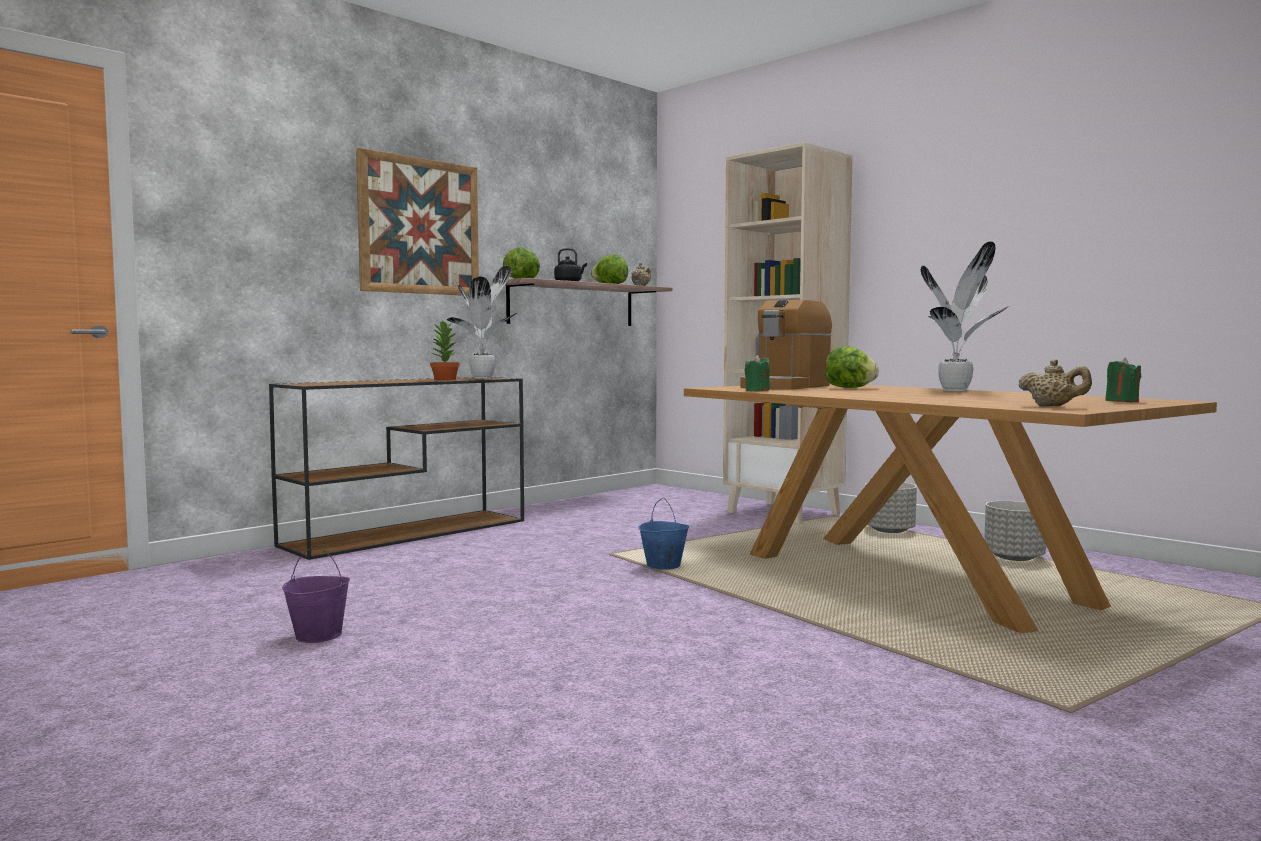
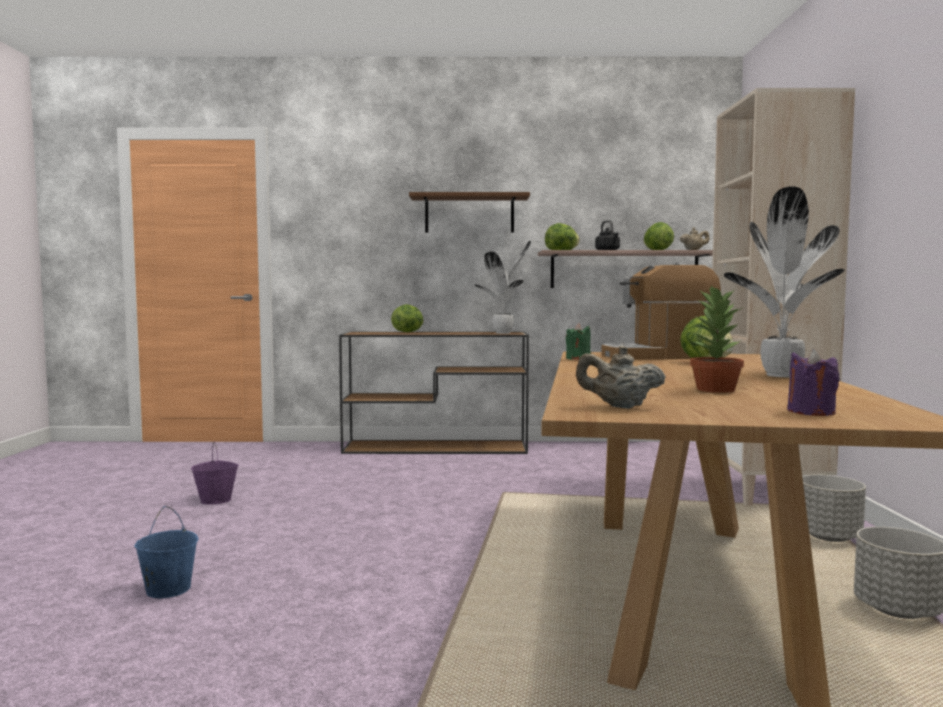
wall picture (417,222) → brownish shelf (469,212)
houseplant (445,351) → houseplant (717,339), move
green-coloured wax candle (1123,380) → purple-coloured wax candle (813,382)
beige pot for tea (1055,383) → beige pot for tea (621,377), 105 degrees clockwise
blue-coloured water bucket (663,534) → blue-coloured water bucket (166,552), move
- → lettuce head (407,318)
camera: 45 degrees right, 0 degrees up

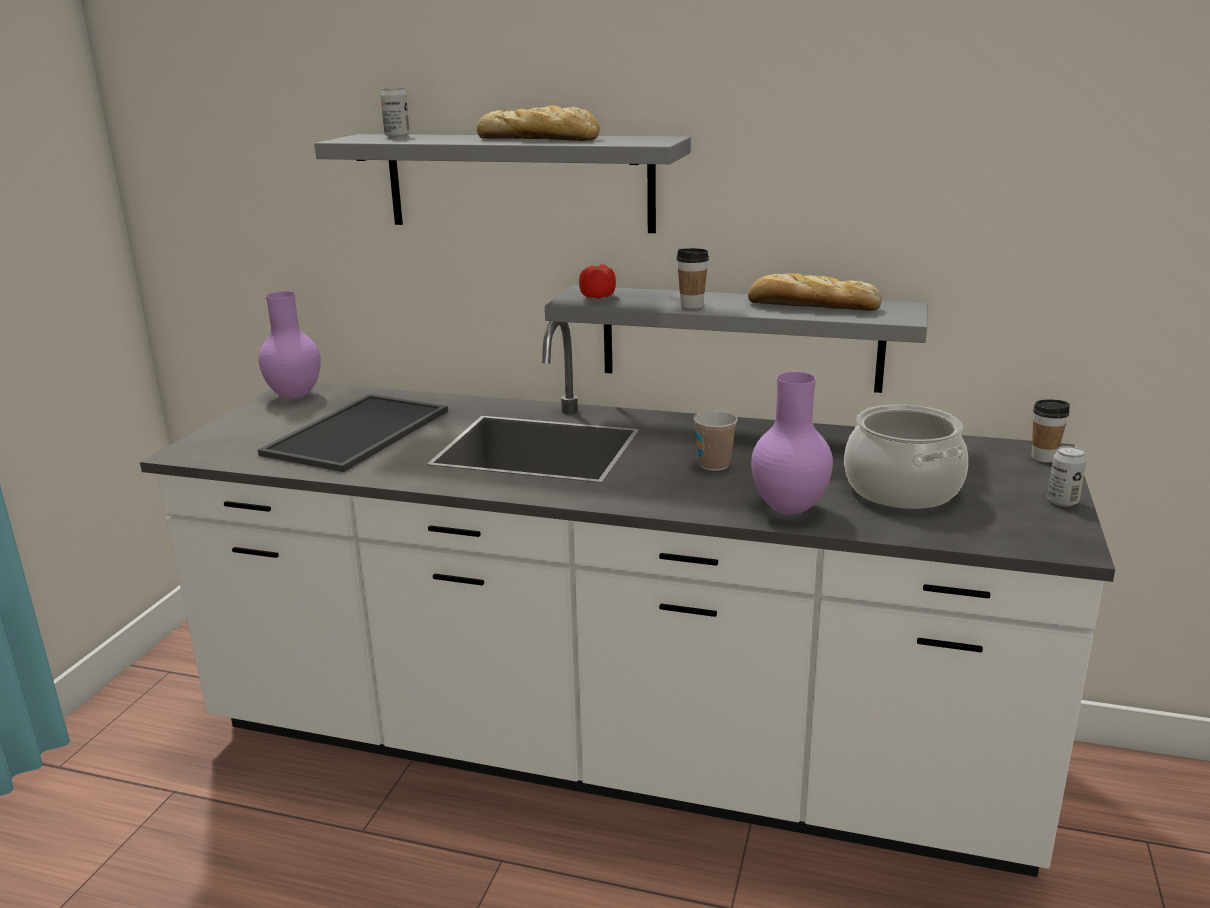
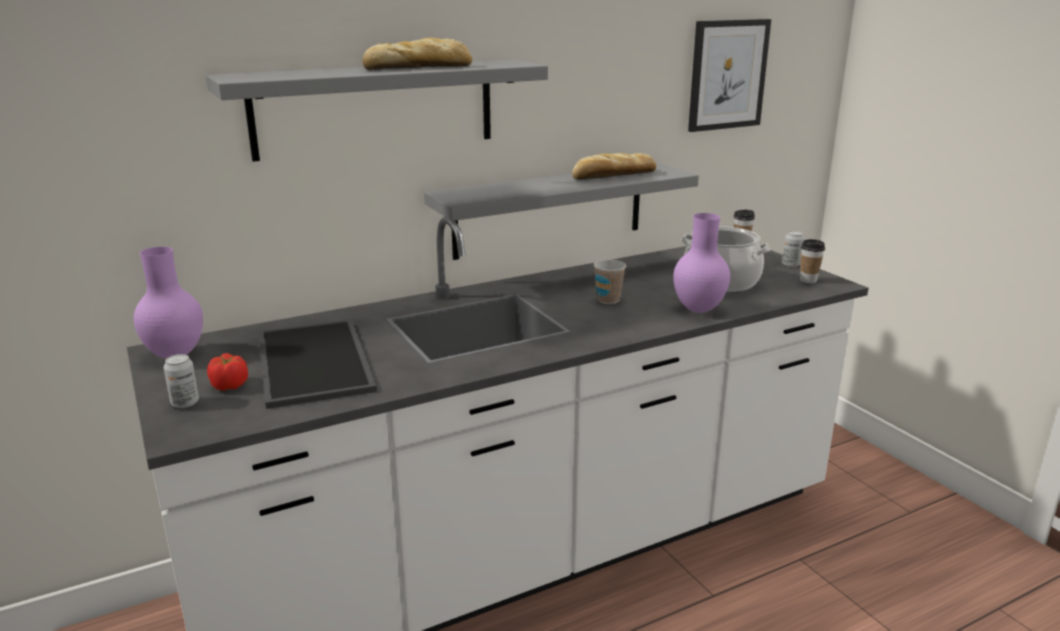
can (395,112) → can (181,381), move
cup (693,278) → cup (812,261), move
fresh tomato (597,281) → fresh tomato (227,372), move
- → wall picture (729,75)
camera: 45 degrees left, 0 degrees up

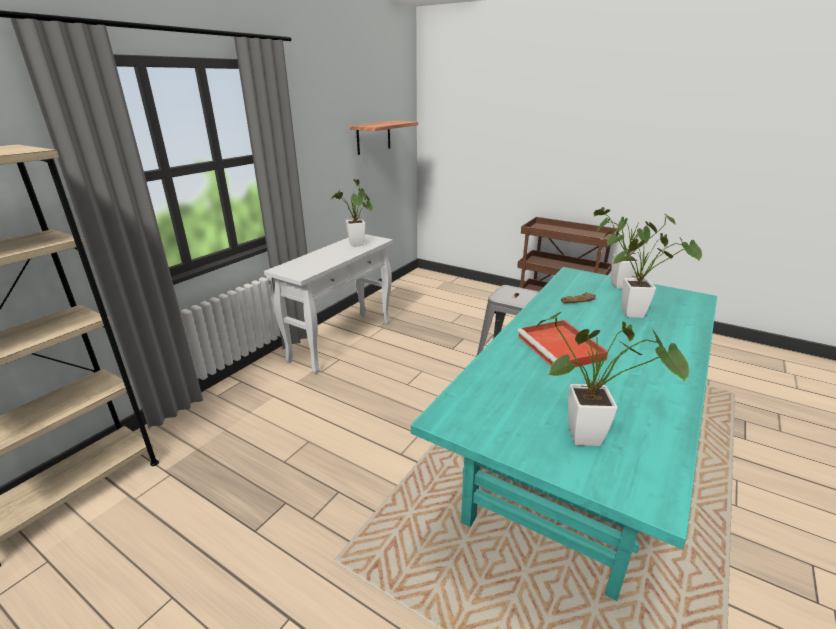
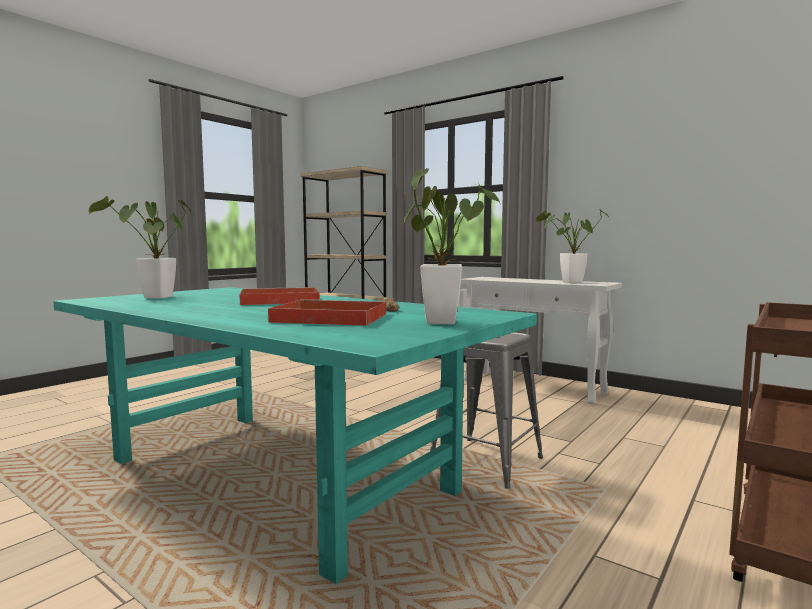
shelf (383,138) → -
houseplant (653,272) → red carrying tray (327,312)
camera: 95 degrees right, 20 degrees down

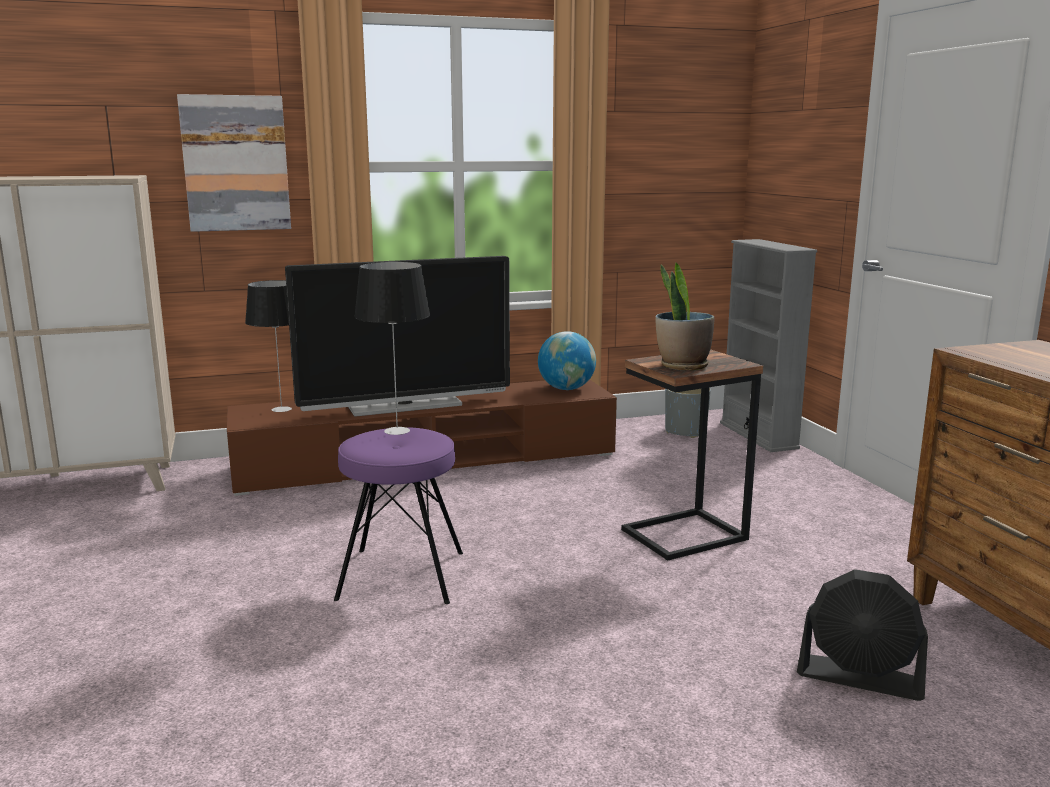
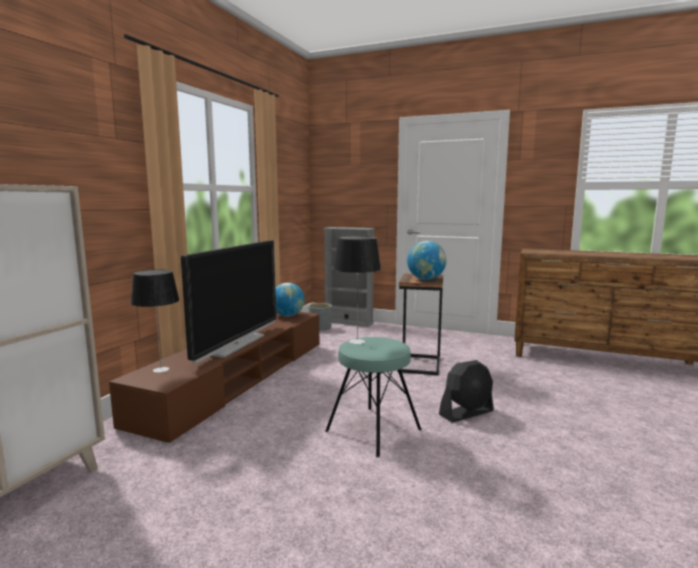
wall picture (234,163) → -
houseplant (685,316) → desk globe (427,260)
purple-coloured stool seat (398,515) → blue-green stool seat (373,397)
black fan (862,635) → black fan (466,391), move
camera: 50 degrees left, 5 degrees down

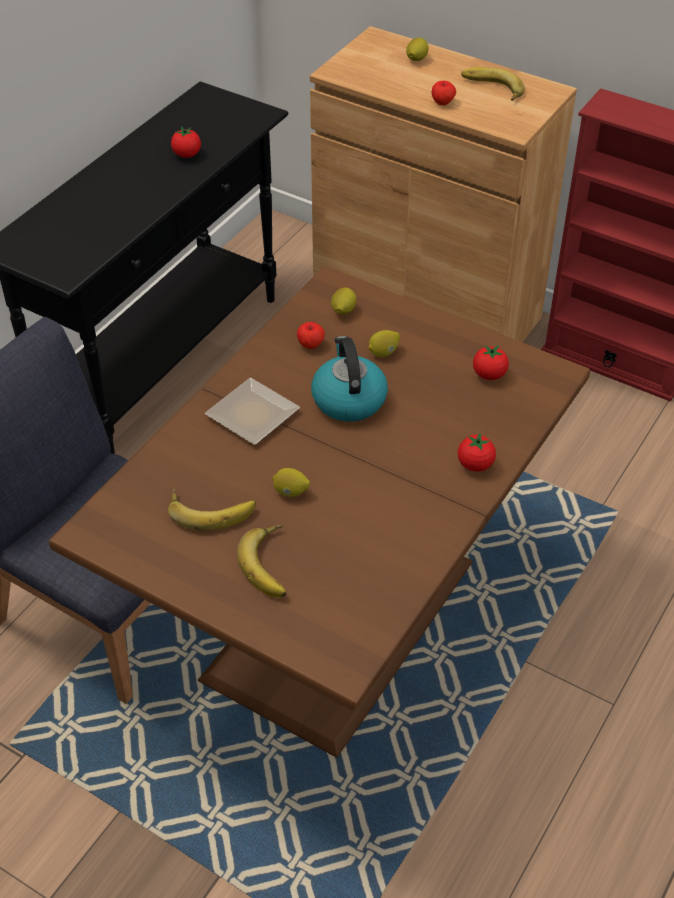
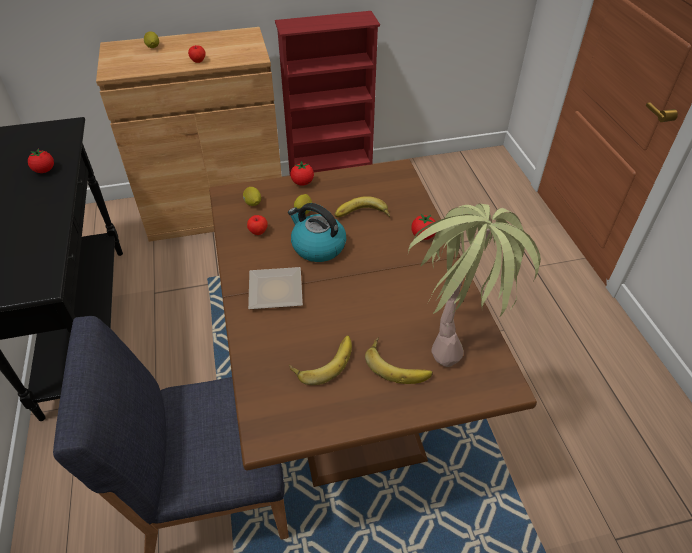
whole banana (493,84) → whole banana (362,206), move
fresh tomato (491,362) → fresh tomato (302,173), move
lemon (291,482) → -
- → houseplant (474,285)
camera: 45 degrees left, 0 degrees up

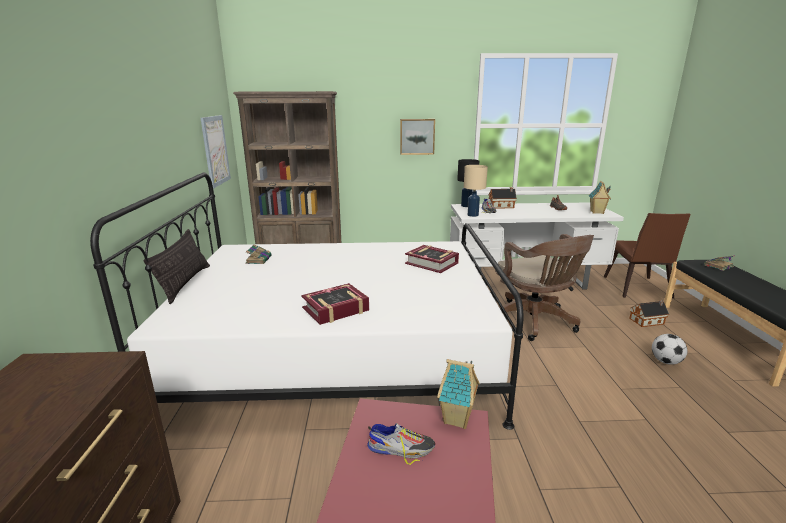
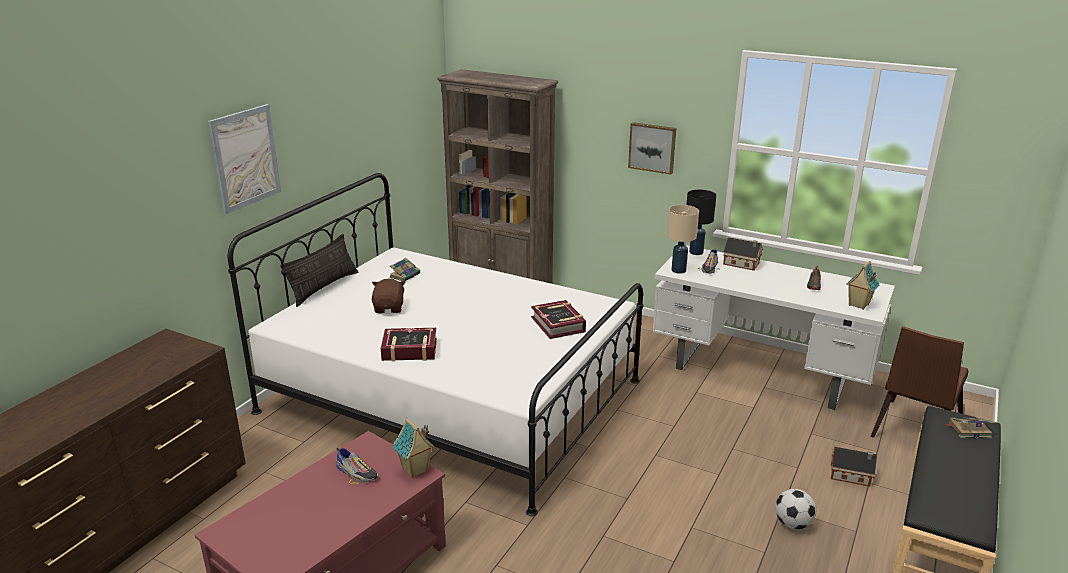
wall picture (216,152) → wall picture (244,159), move
brownish computer chair (544,287) → -
- → brownish plush toy (389,296)
camera: 30 degrees right, 5 degrees up

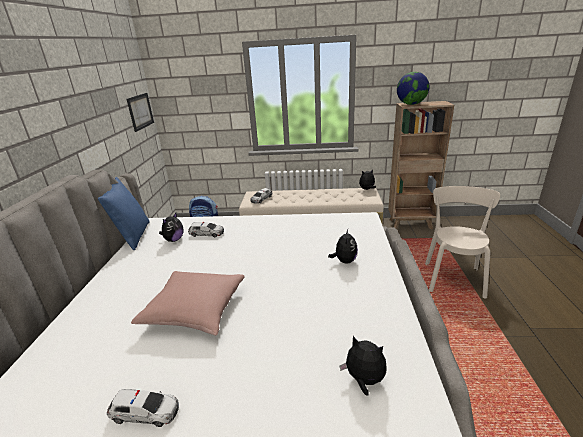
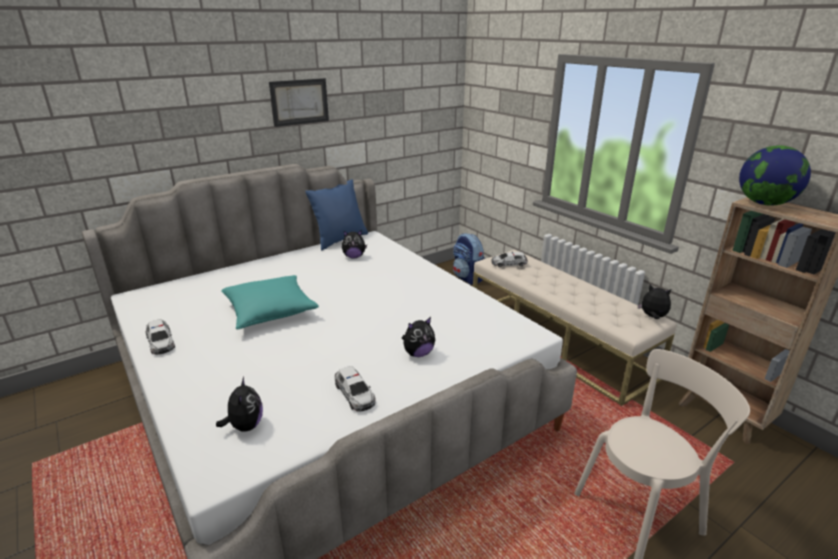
wall picture (140,112) → wall picture (299,102), move
toy car (206,229) → toy car (355,389), move
pink cushion (188,303) → blue-green cushion (270,302)
camera: 50 degrees right, 0 degrees up

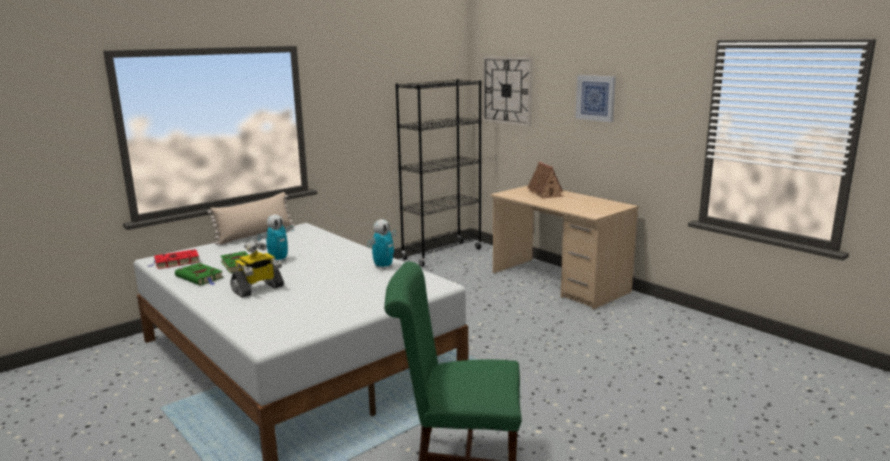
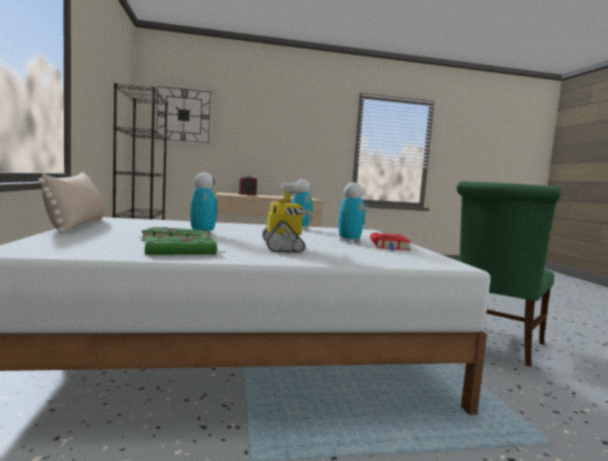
wall picture (595,98) → -
model house (545,180) → alarm clock (247,185)
red volume (174,259) → red volume (391,242), move
- → model robot (353,212)
camera: 60 degrees left, 10 degrees down

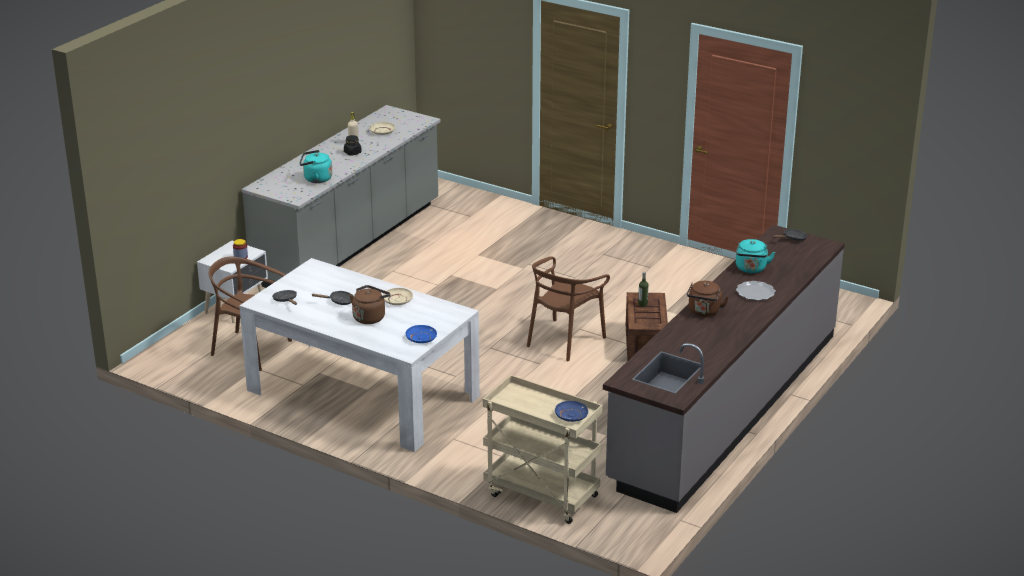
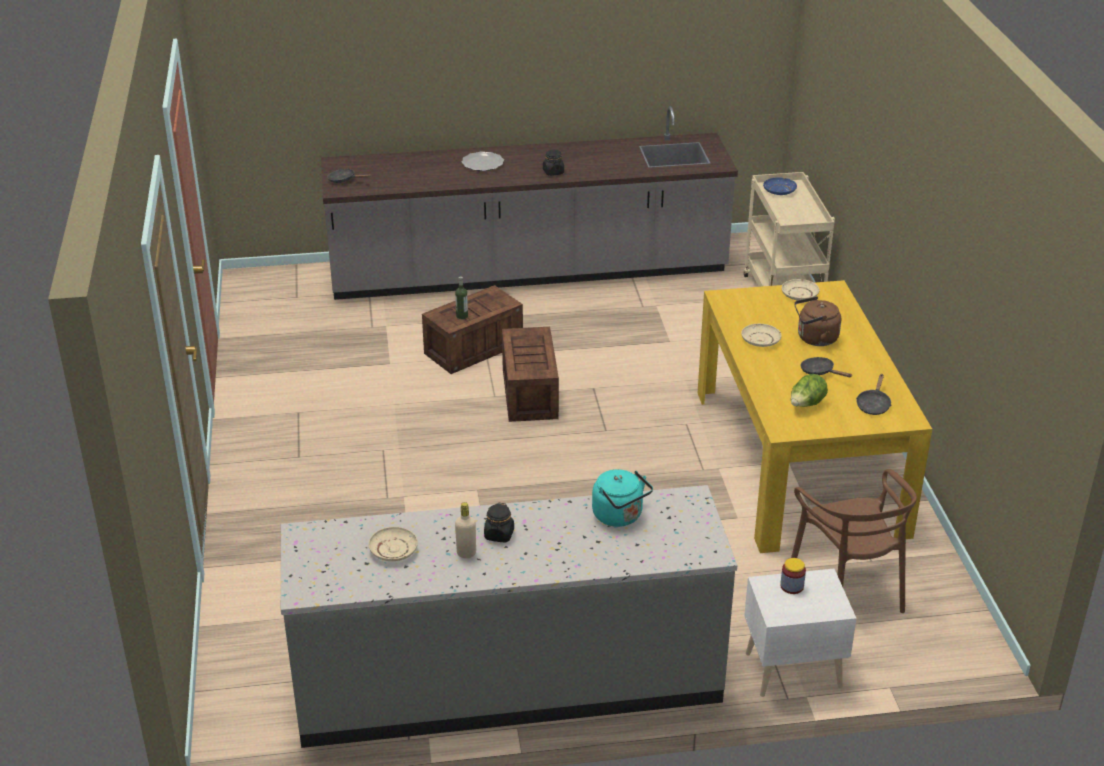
blue-green water kettle (755,256) → -
brownish plain chair (568,308) → crate (530,374)
white dining table (359,355) → yellow-coloured dining table (815,416)
brownish water kettle (708,298) → black preserve jar (553,163)
blue-coloured dinner plate (421,334) → beige dinner plate (800,289)
- → lettuce head (809,390)
camera: 130 degrees left, 5 degrees up

